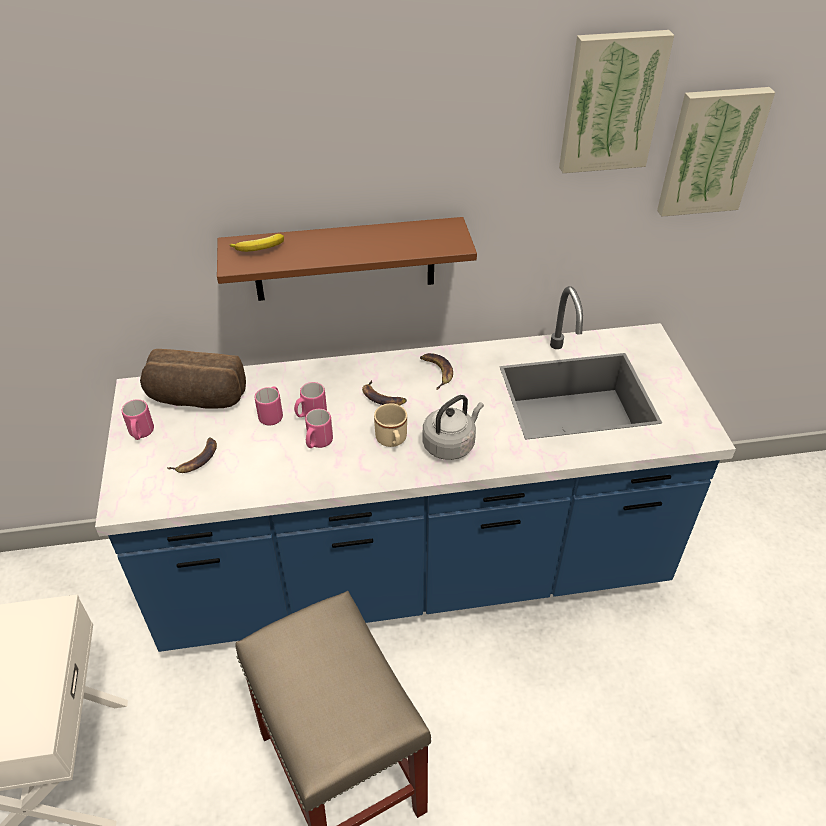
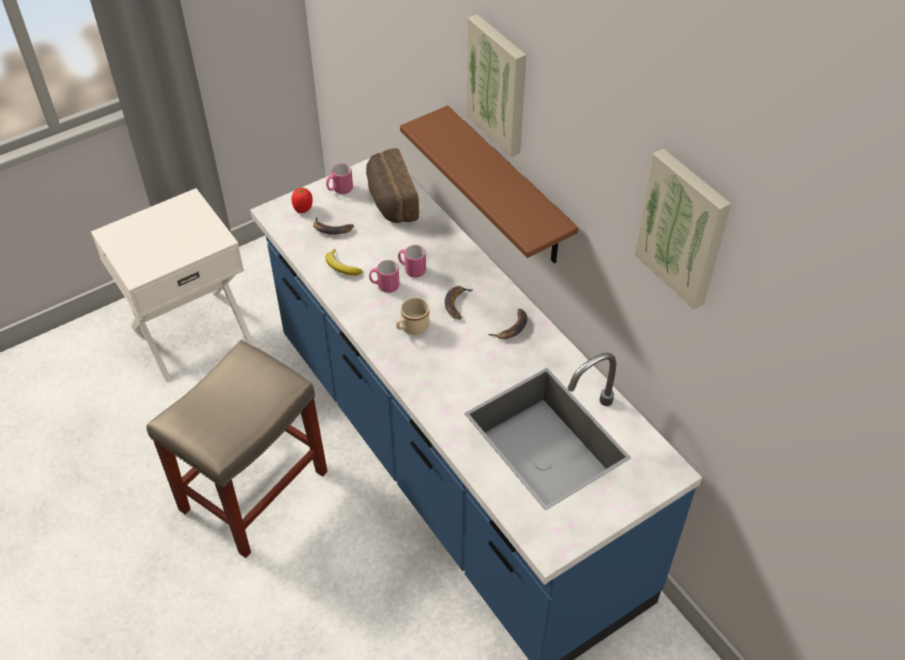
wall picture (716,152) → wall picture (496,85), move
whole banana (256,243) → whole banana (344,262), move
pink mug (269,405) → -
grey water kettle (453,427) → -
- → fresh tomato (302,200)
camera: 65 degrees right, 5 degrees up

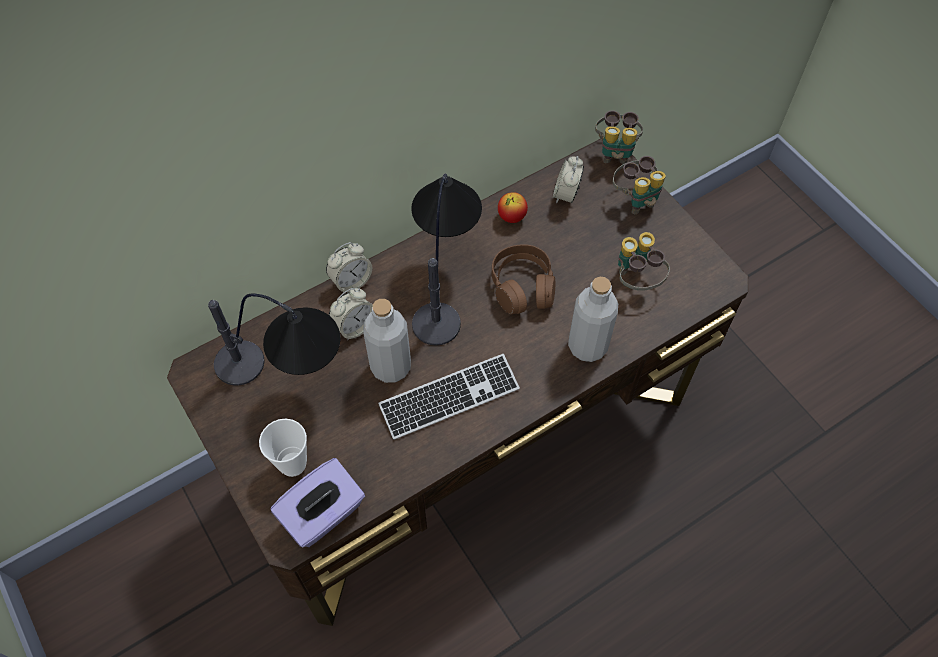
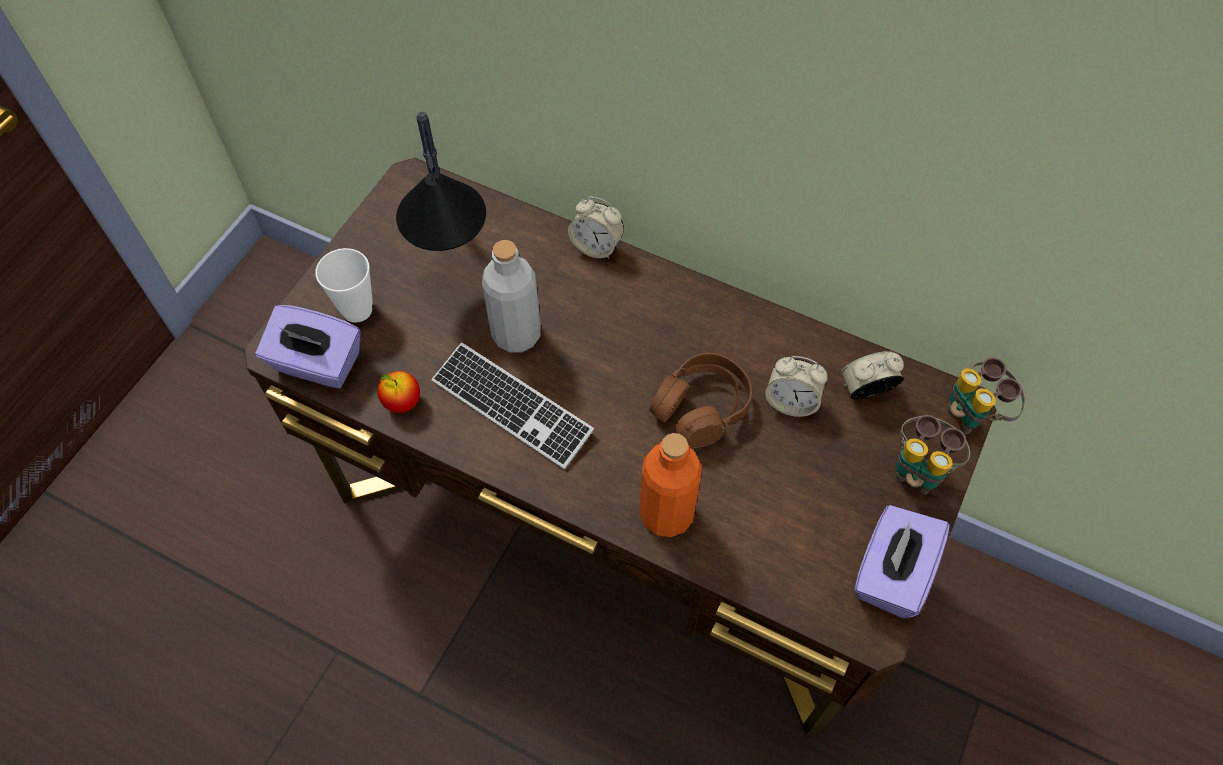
tabletop lamp (446,259) → -
apple (513,207) → apple (398,392), move
field glasses (644,261) → -
grey bottle (593,319) → orangey bottle (670,485)
alarm clock (351,314) → alarm clock (796,386), move
- → purple-coloured tissue box (901,561)
camera: 60 degrees right, 0 degrees up

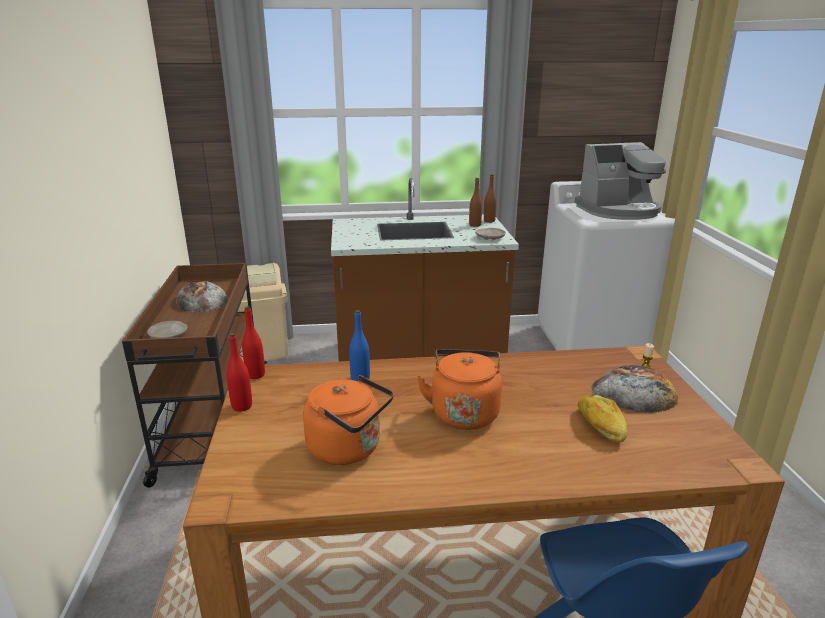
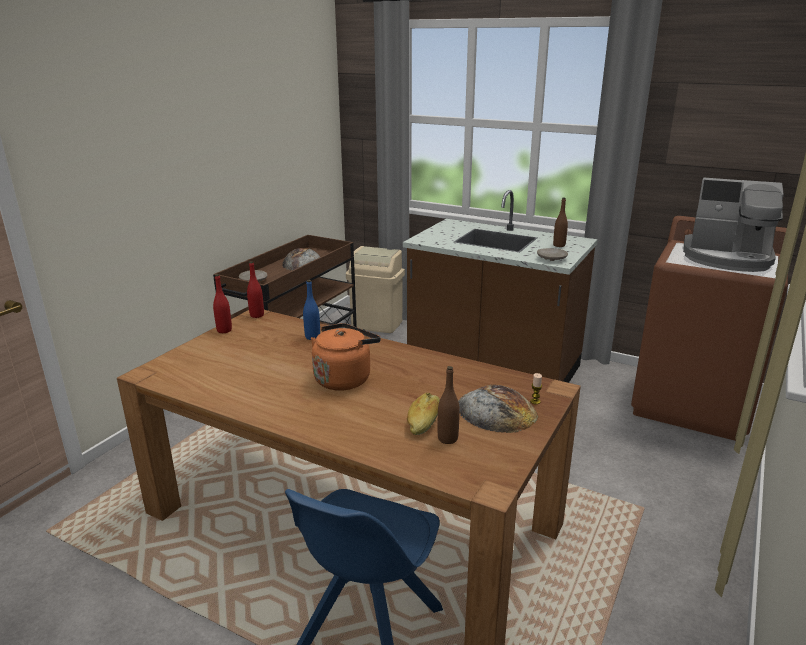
brownish bottle (490,198) → brownish bottle (449,405), move
white laundry machine (606,266) → brownish laundry machine (709,328)
orangey water kettle (348,420) → -
camera: 35 degrees right, 0 degrees up

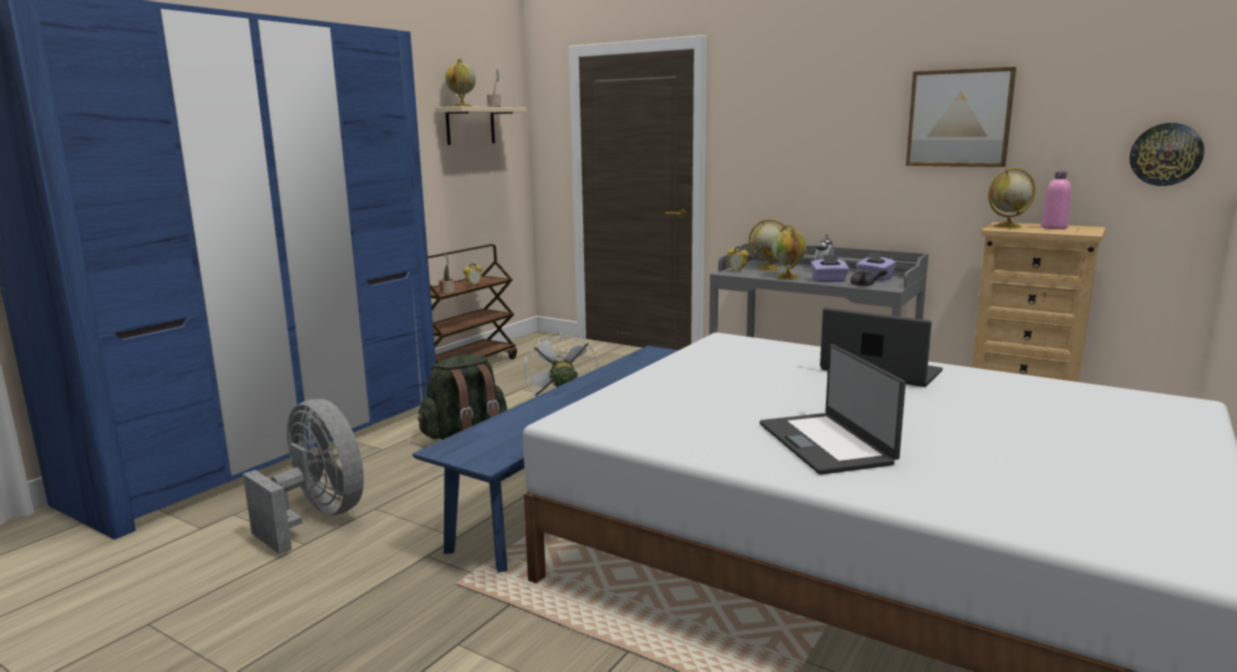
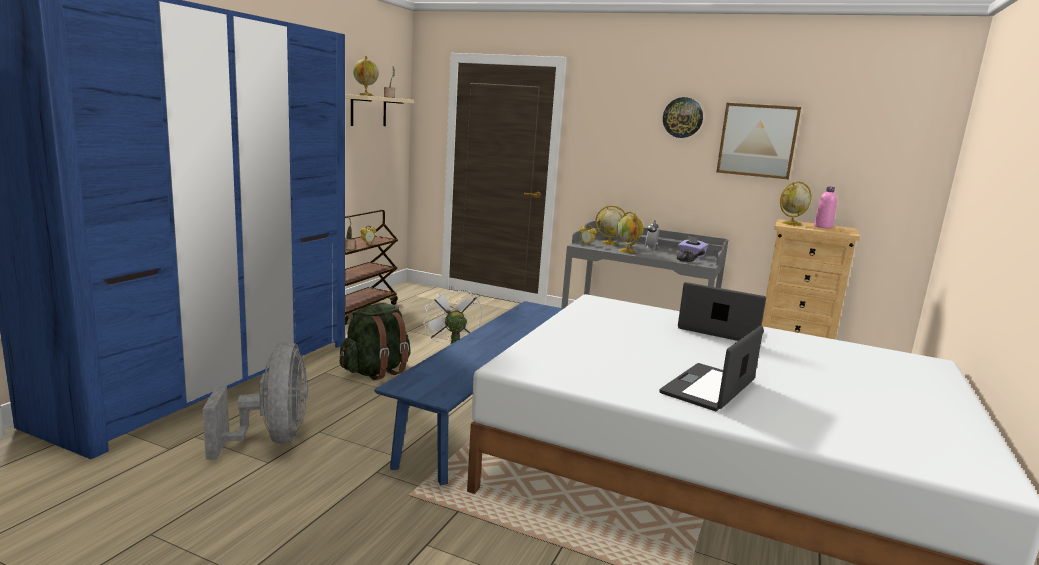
hanging clock (1167,154) → hanging clock (683,117), move
purple-coloured tissue box (829,268) → -
laptop (833,409) → laptop (711,368), 60 degrees clockwise
grey fan (303,477) → grey fan (255,401), 45 degrees clockwise
camera: 10 degrees left, 0 degrees up

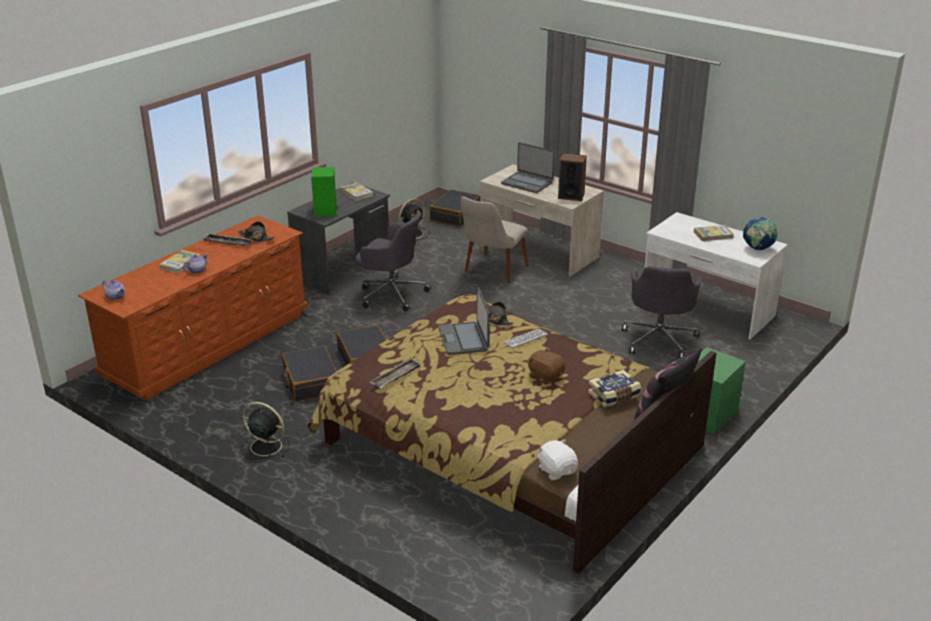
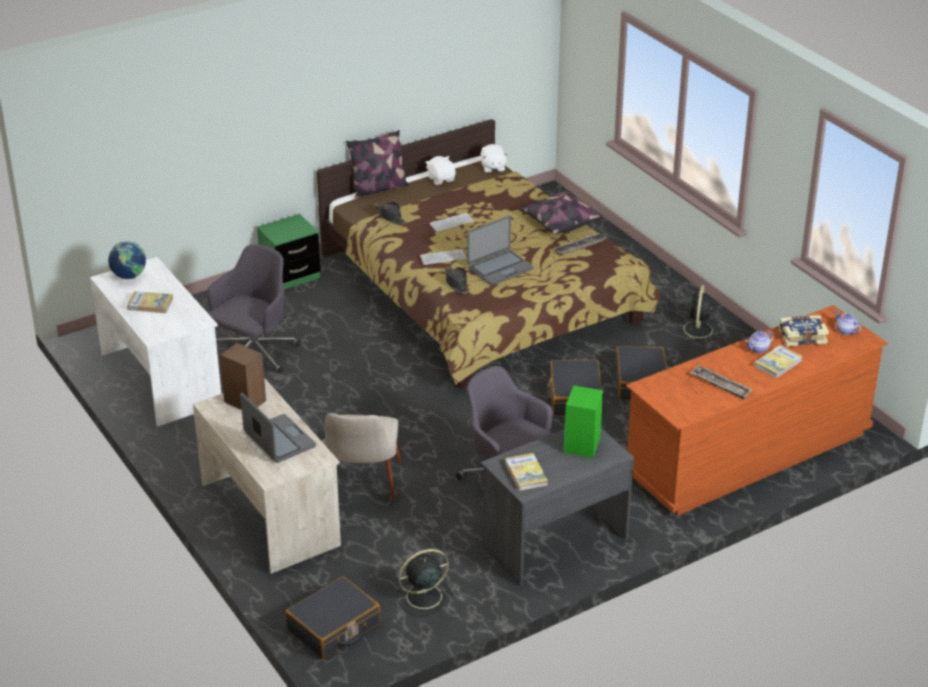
beige plain chair (494,239) → beige plain chair (361,456), 135 degrees clockwise
black hat (256,231) → black hat (390,213), move
laptop (464,321) → laptop (500,250), 45 degrees clockwise
brownish plush toy (546,366) → computer keyboard (451,222)
volume (614,388) → volume (804,331), move
black fan (265,430) → black fan (698,313), 120 degrees counterclockwise
- → white plush toy (440,170)
- → cushion (560,213)
camera: 160 degrees left, 5 degrees up

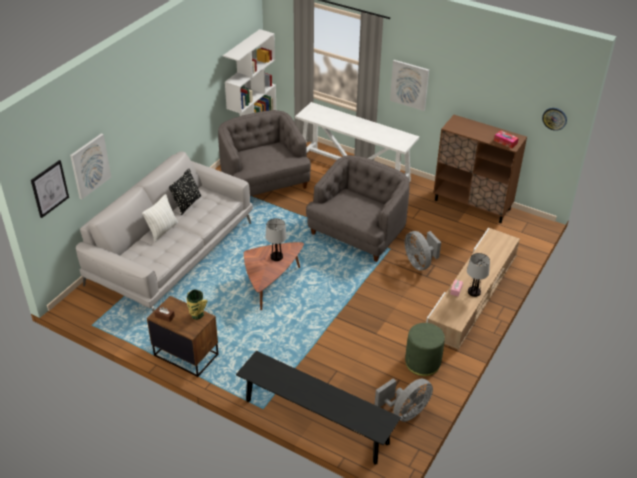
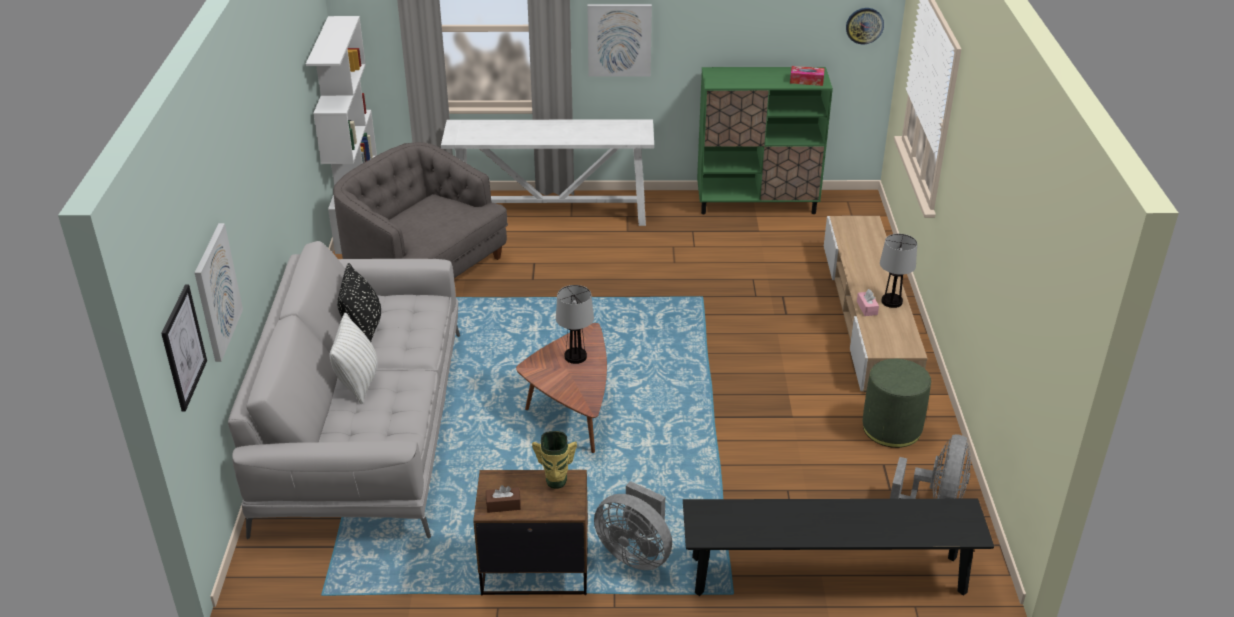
brownish cabinet (480,169) → green-coloured cabinet (765,140)
grey armchair (358,208) → -
grey fan (423,250) → grey fan (633,525), move
camera: 30 degrees left, 5 degrees down

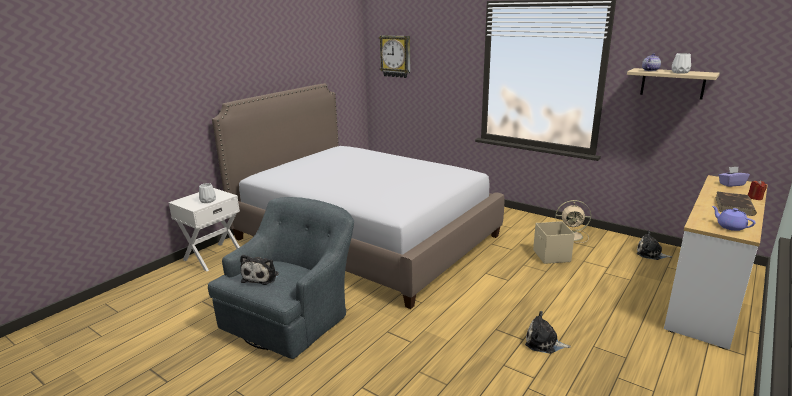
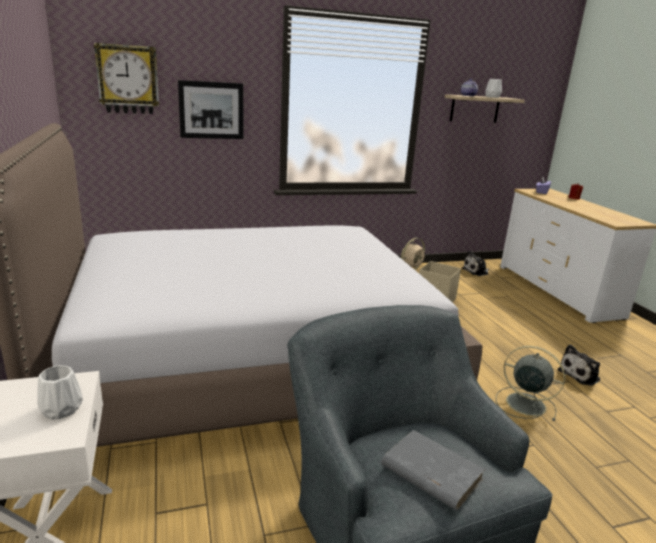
brownish volume (736,203) → -
purple-coloured pot for tea (734,218) → -
plush toy (259,270) → grey volume (433,470)
- → wall picture (210,109)
- → grey fan (530,383)
camera: 55 degrees left, 0 degrees up

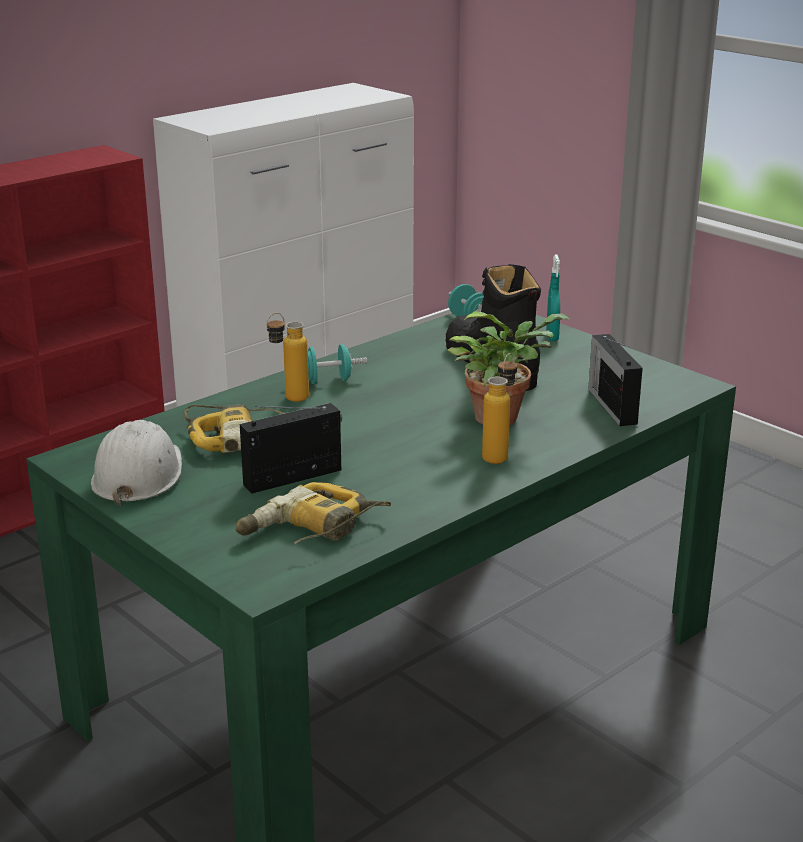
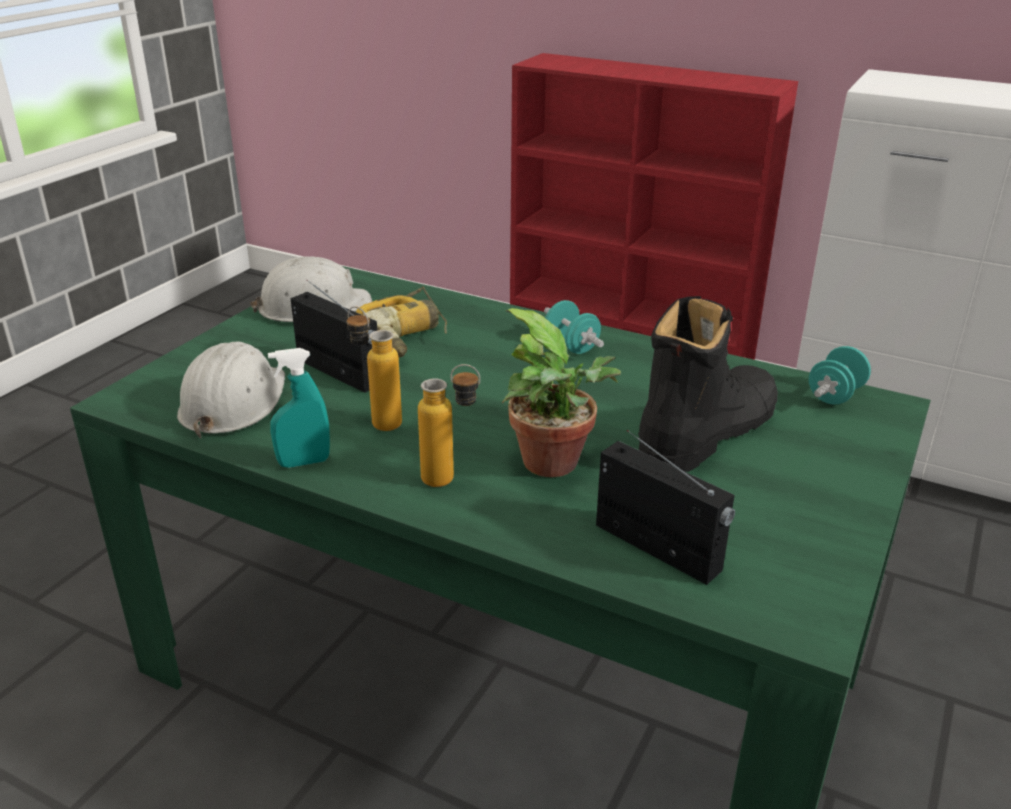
blue-green sprayer (553,297) → blue-green sprayer (299,408), move
bottle (287,357) → bottle (374,368), move
radio set (615,380) → radio set (665,507), 75 degrees clockwise
electric drill (313,513) → white work helmet (231,390)
camera: 70 degrees right, 5 degrees up

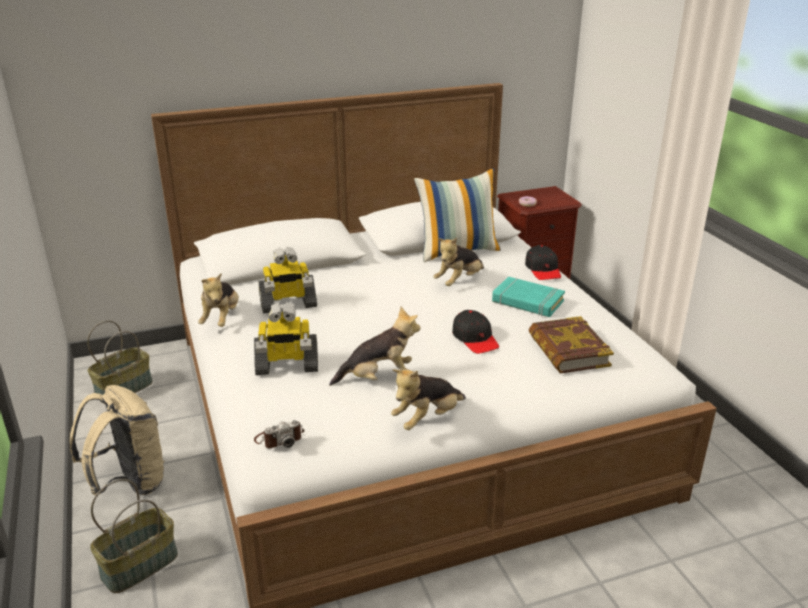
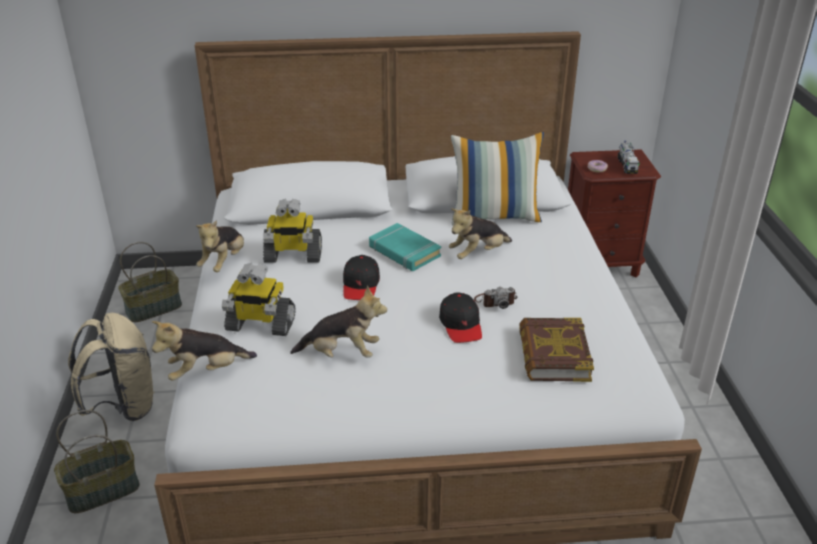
black baseball cap (543,262) → black baseball cap (361,277), move
blue-green volume (528,297) → blue-green volume (405,247), move
plush toy (428,399) → plush toy (204,350), move
still camera (279,434) → still camera (496,298), move
- → toy lorry (629,157)
camera: 15 degrees right, 5 degrees up

